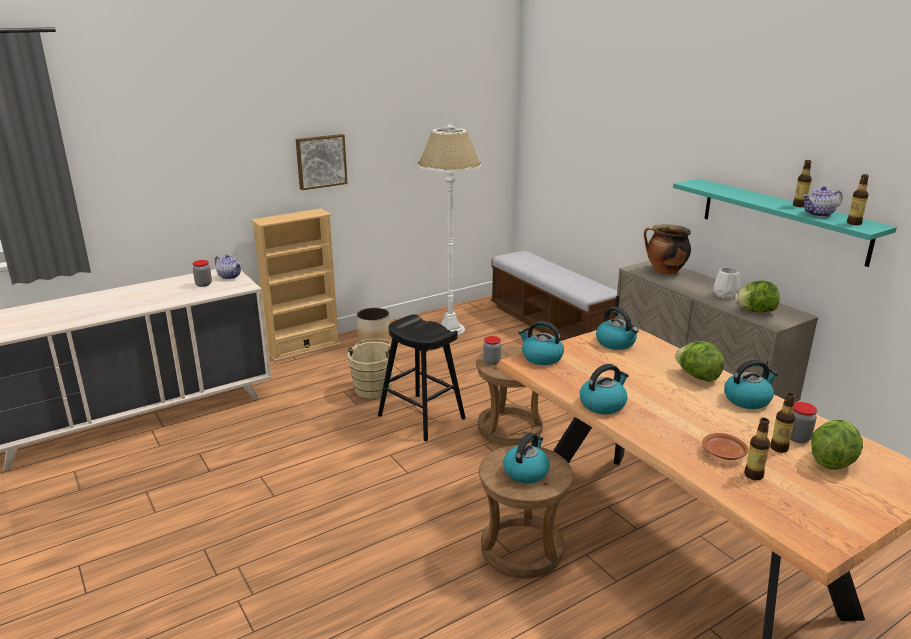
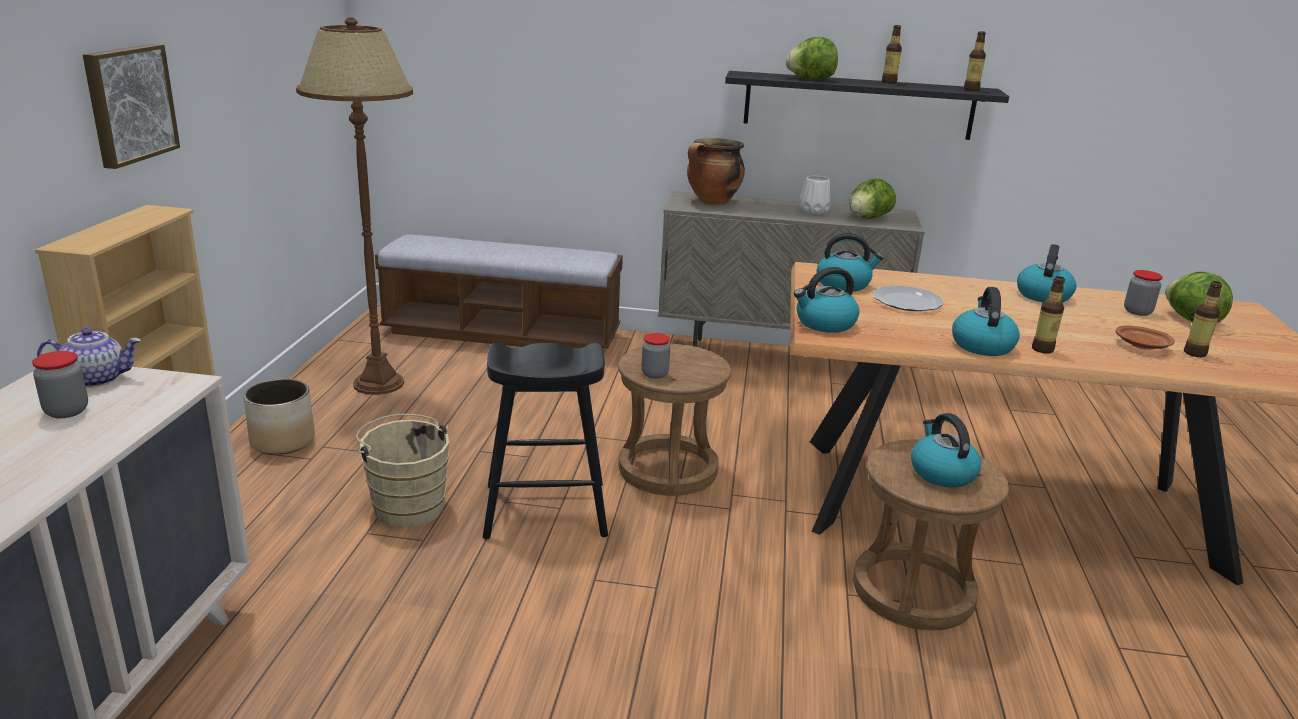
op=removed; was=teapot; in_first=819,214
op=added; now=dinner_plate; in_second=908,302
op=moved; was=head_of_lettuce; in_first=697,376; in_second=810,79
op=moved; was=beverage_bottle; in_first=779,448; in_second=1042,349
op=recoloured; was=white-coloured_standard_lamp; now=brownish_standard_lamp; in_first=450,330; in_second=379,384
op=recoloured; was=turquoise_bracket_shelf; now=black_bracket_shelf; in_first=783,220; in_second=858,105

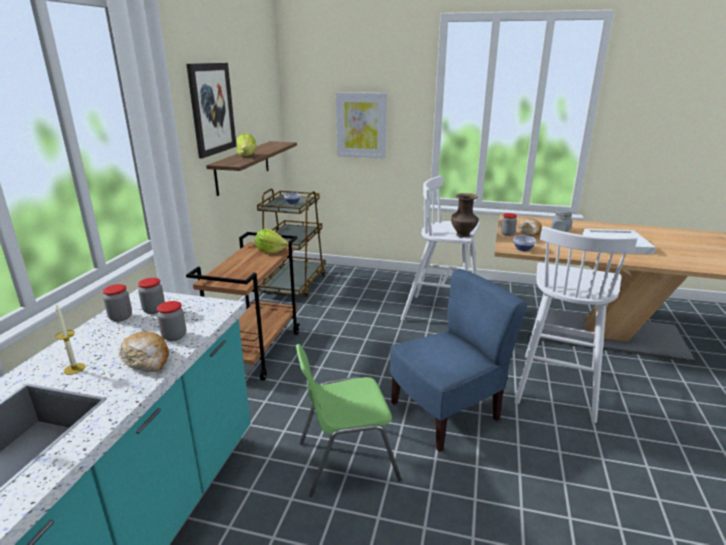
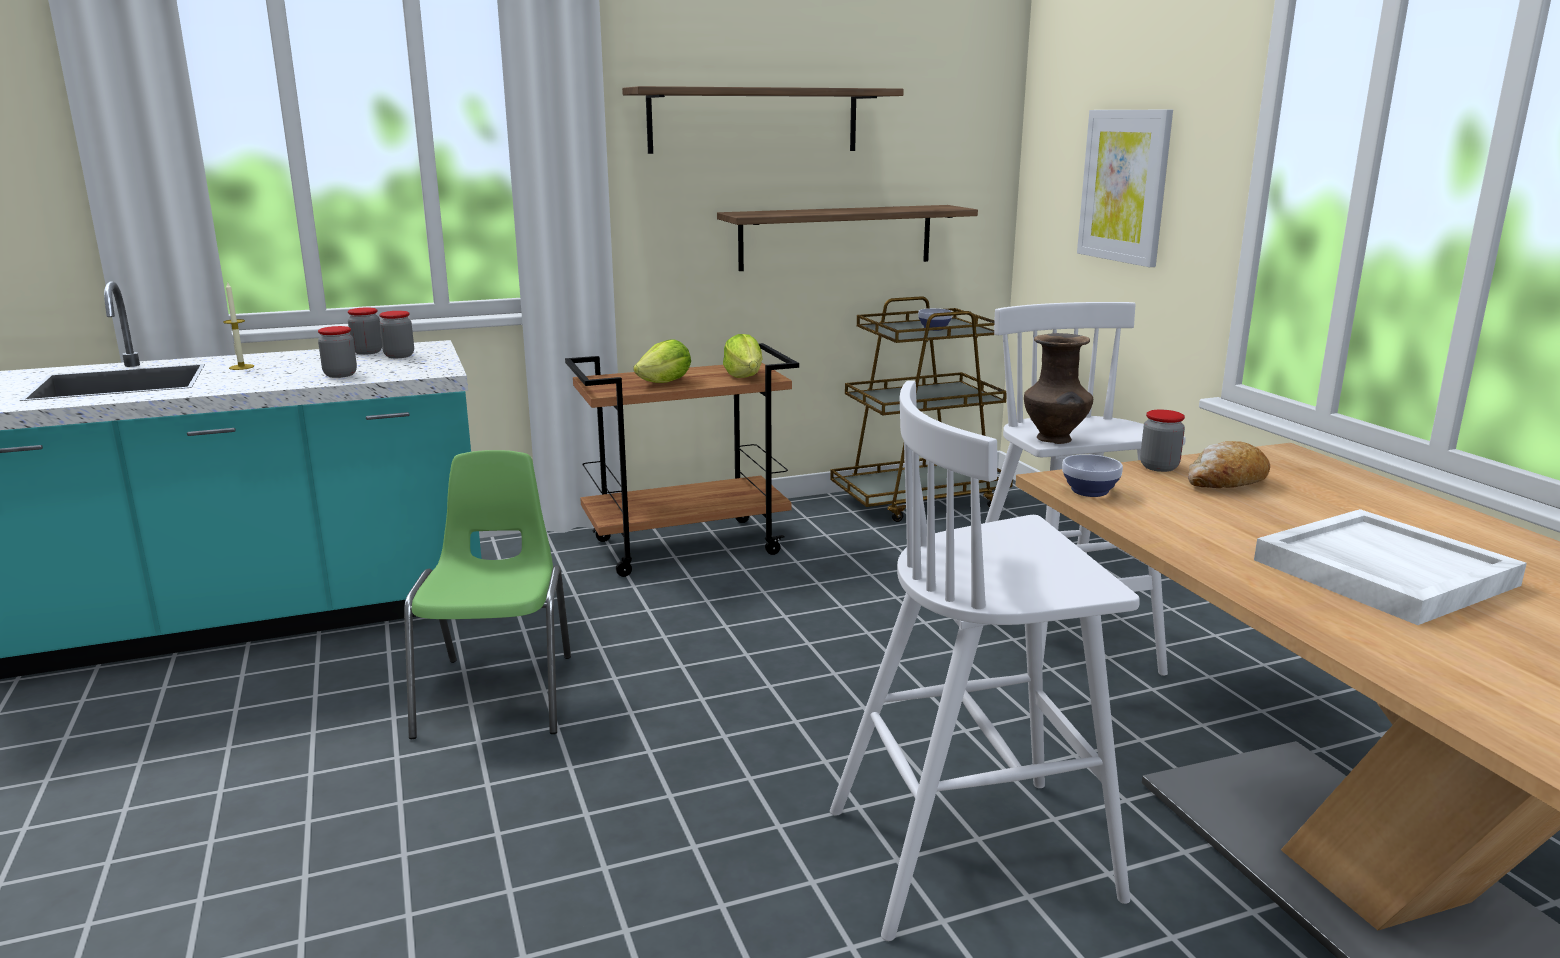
op=removed; was=baked_bread; in_first=147,359
op=removed; was=blue-coloured_plain_chair; in_first=446,413
op=removed; was=gray_preserve_jar; in_first=560,229
op=moved; was=head_of_lettuce; in_first=247,156; in_second=665,382
op=replaced; was=wall_picture; now=bracket_shelf; in_first=212,109; in_second=754,120
op=turned; was=greenish_plain_chair; in_first=346,460; in_second=500,693; clockwise=45

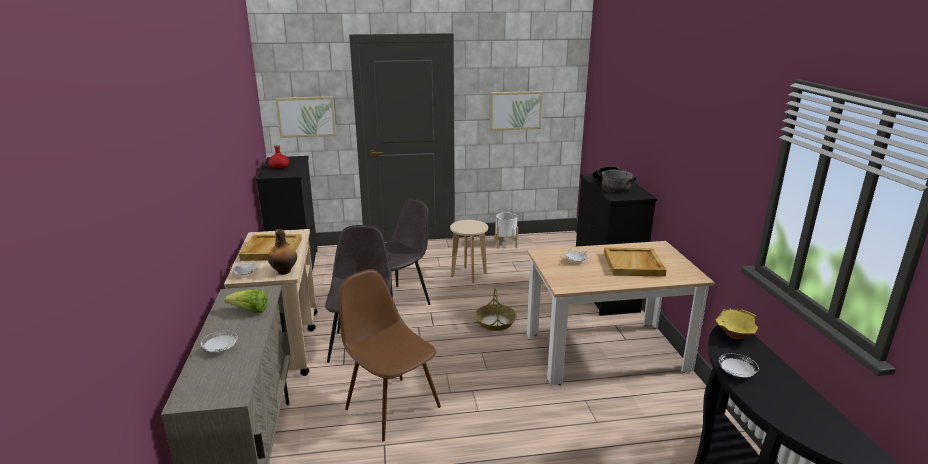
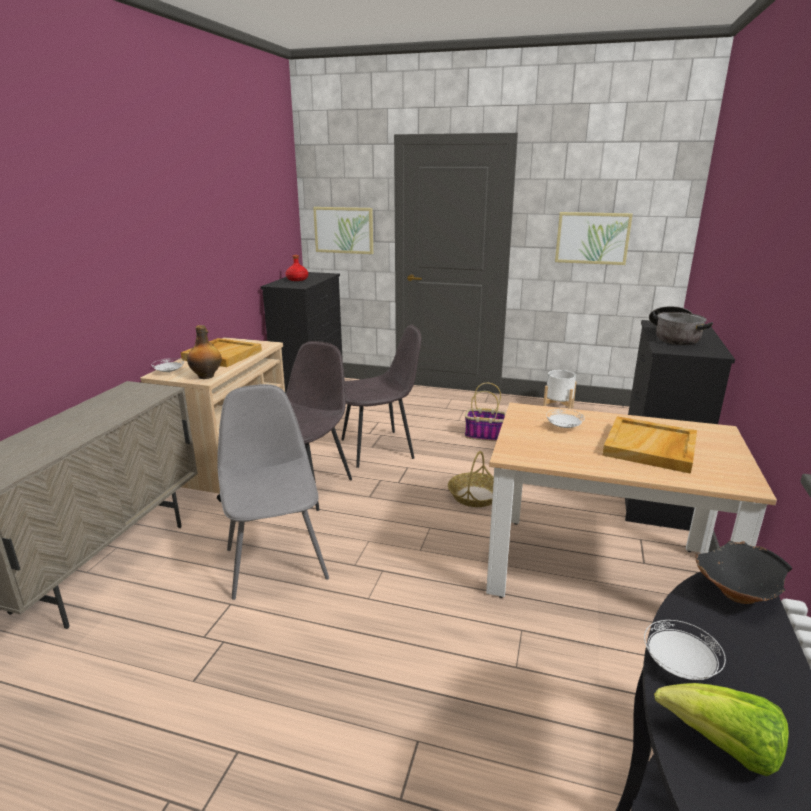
op=removed; was=white-coloured_dinner_plate; in_first=221,349
op=moved; was=head_of_lettuce; in_first=250,311; in_second=722,747
op=replaced; was=beige-coloured_stool; now=storage_basket; in_first=469,275; in_second=485,435
op=recoloured; was=brownish_plain_chair; now=gray_plain_chair; in_first=391,406; in_second=276,561
op=recoloured; was=yellow_bowl; now=black_bowl; in_first=733,334; in_second=735,591

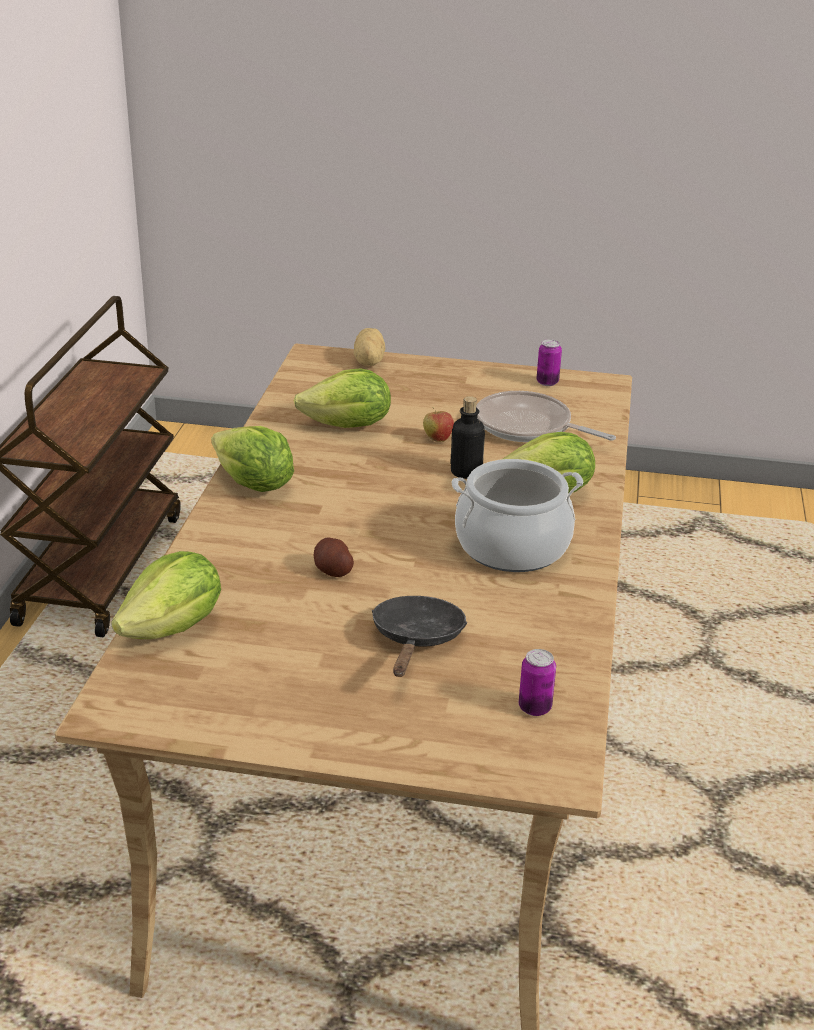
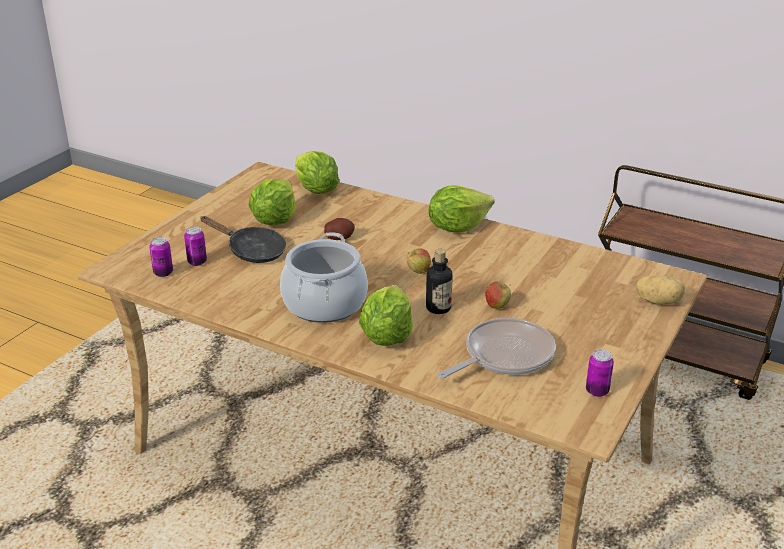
op=added; now=sealed_can; in_second=197,262
op=added; now=whole_apple; in_second=418,272
op=moved; was=head_of_lettuce; in_first=348,426; in_second=274,219

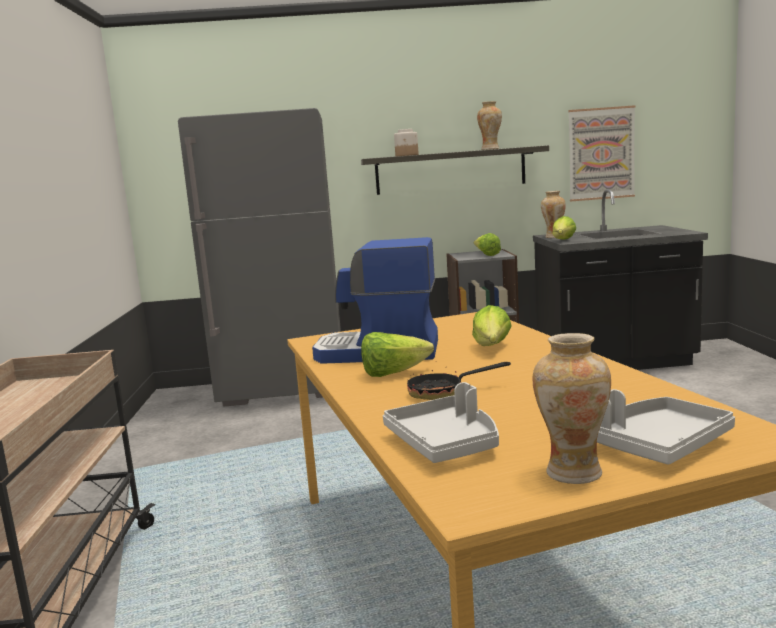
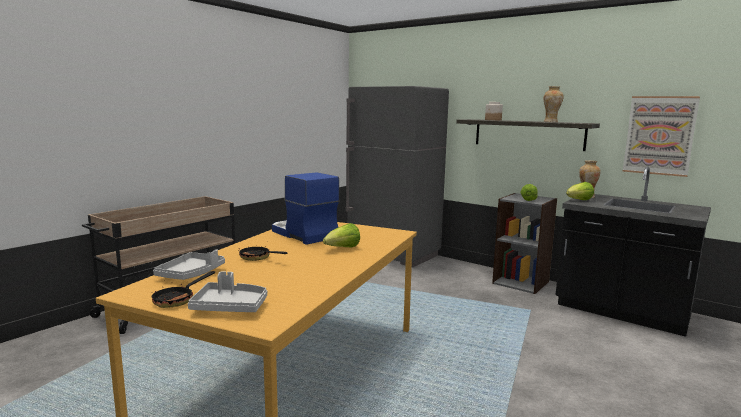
op=removed; was=head_of_lettuce; in_first=393,374
op=replaced; was=vase; now=frying_pan; in_first=573,472; in_second=179,299

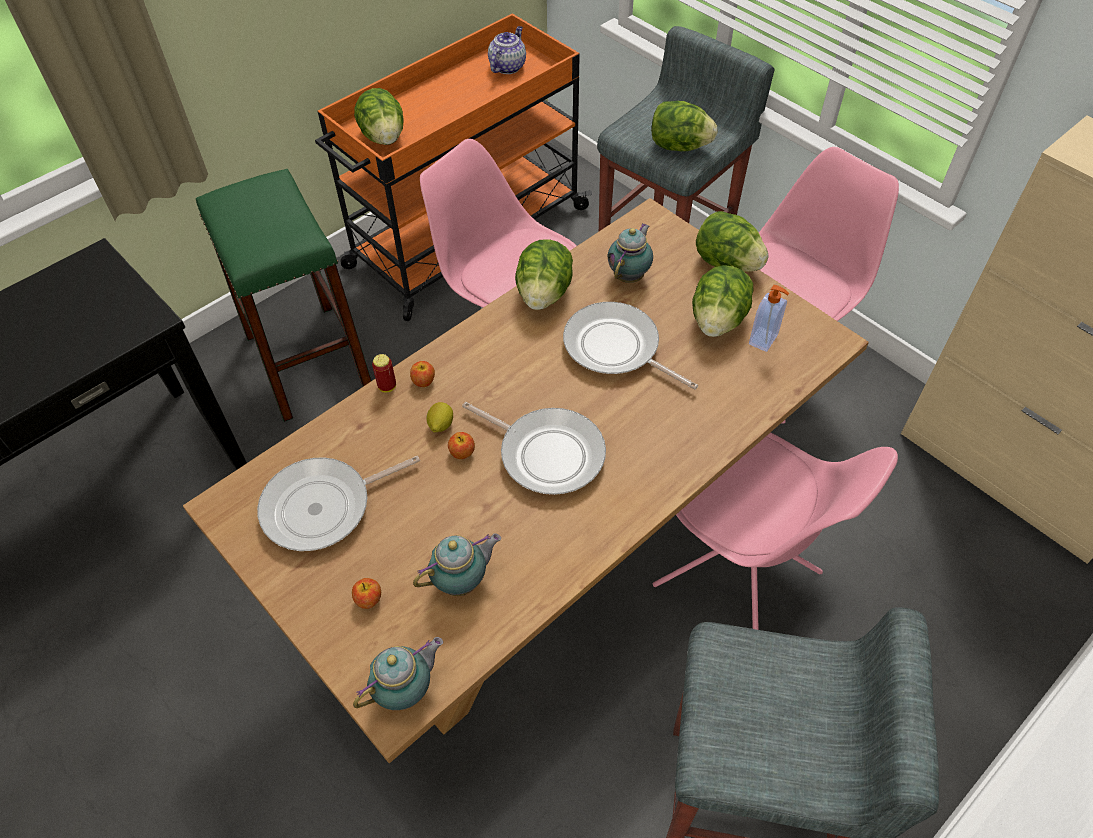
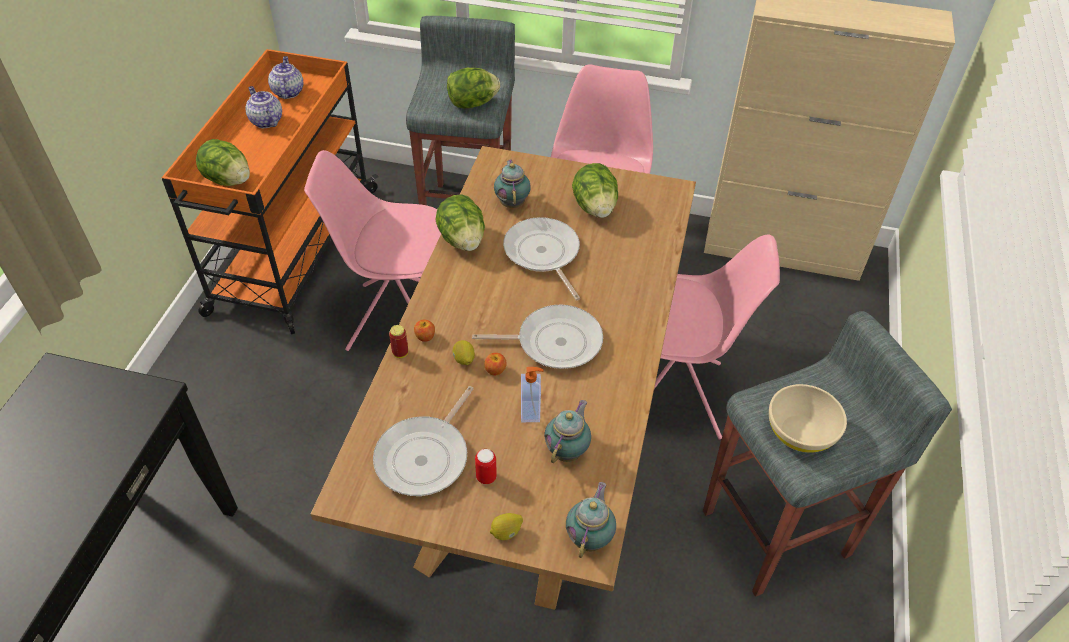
op=removed; was=greenish_stool; in_first=308,360
op=removed; was=whole_apple; in_first=369,599
op=removed; was=head_of_lettuce; in_first=727,263
op=added; now=teapot; in_second=266,121
op=added; now=sealed_can; in_second=486,477
op=added; now=citrus_fruit; in_second=506,532
op=added; now=beige-coloured_bowl; in_second=800,432
op=moved; was=liquid_soap_bottle; in_first=764,340; in_second=531,412
op=turned; was=frying_pan; in_first=616,348; in_second=543,254; clockwise=60

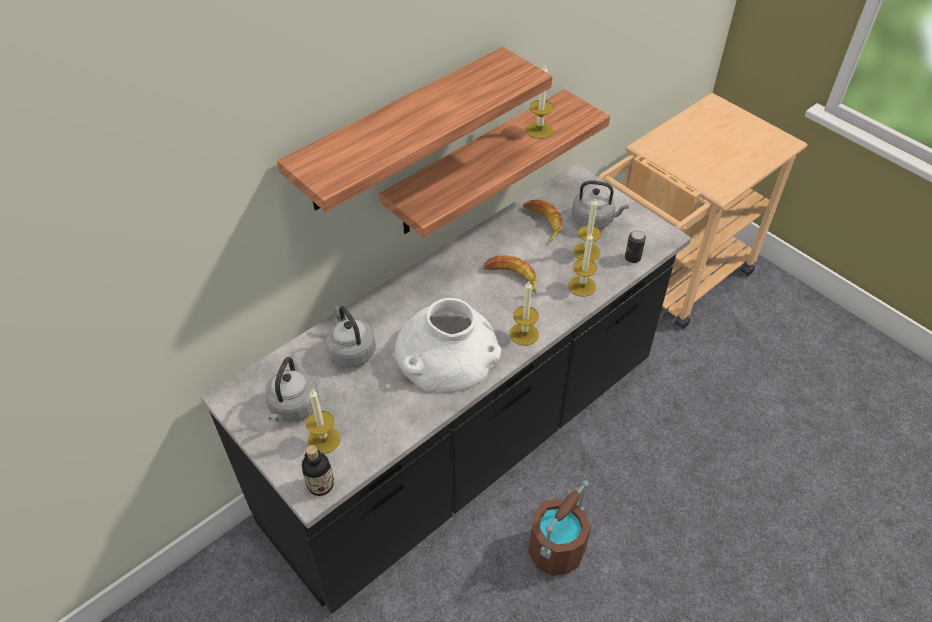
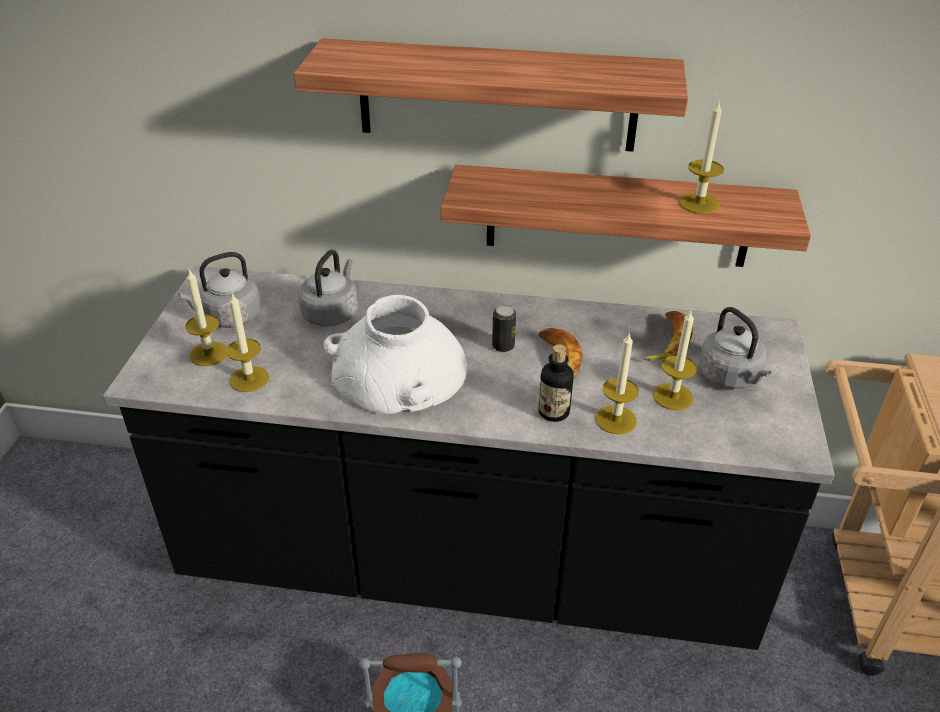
op=moved; was=beverage_bottle; in_first=320,485; in_second=553,412
op=moved; was=wax_candle; in_first=524,334; in_second=249,379
op=moved; was=sealed_can; in_first=632,258; in_second=503,346

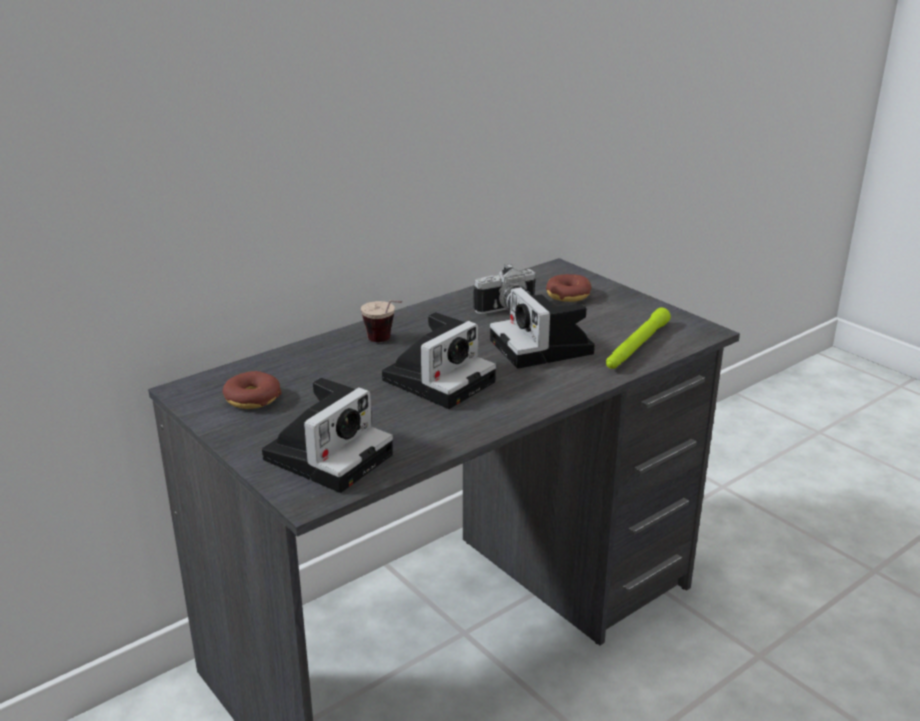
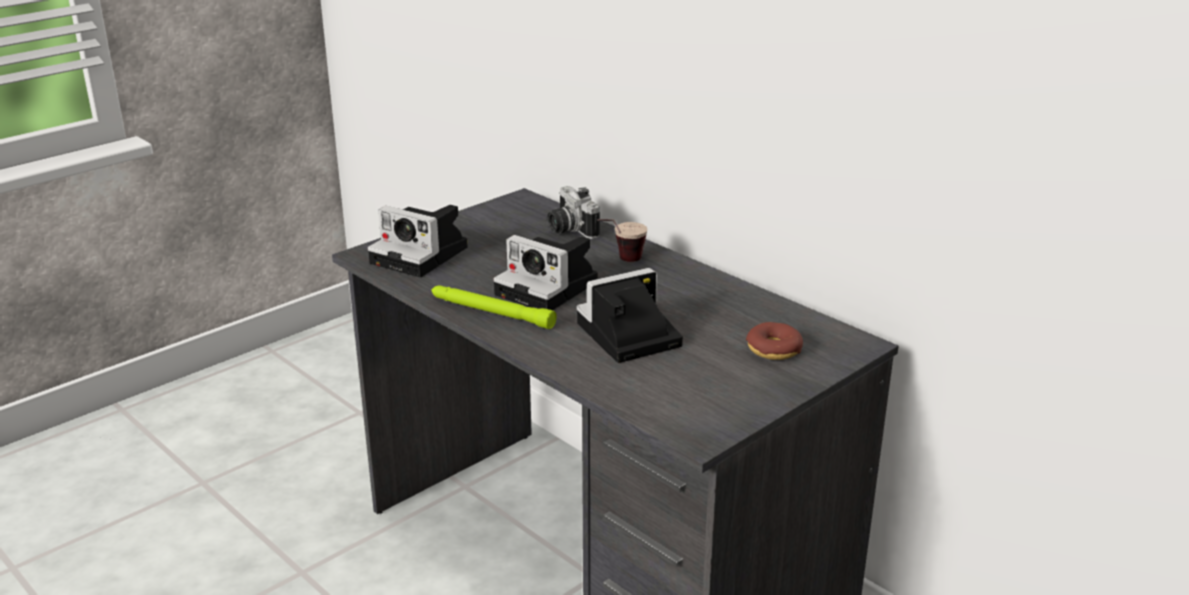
op=removed; was=donut; in_first=252,399
op=moved; was=photo_camera; in_first=510,311; in_second=568,229
op=moved; was=greenish_torch; in_first=636,347; in_second=491,312

